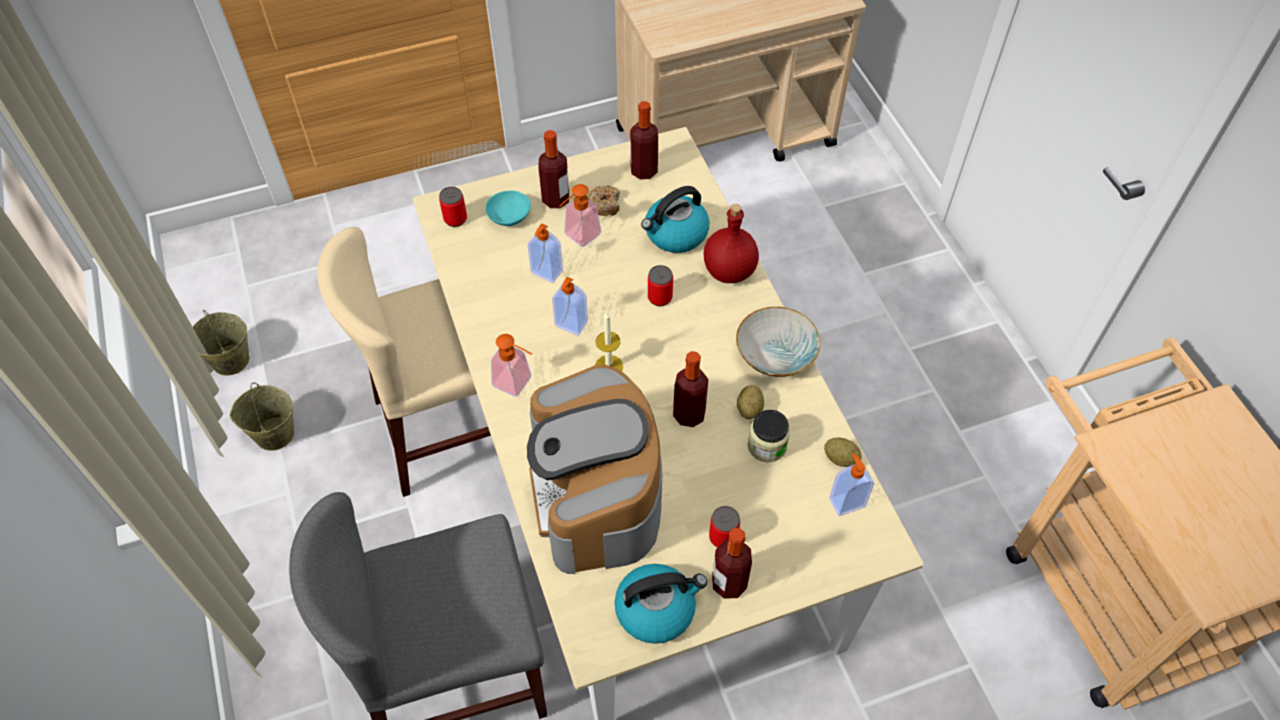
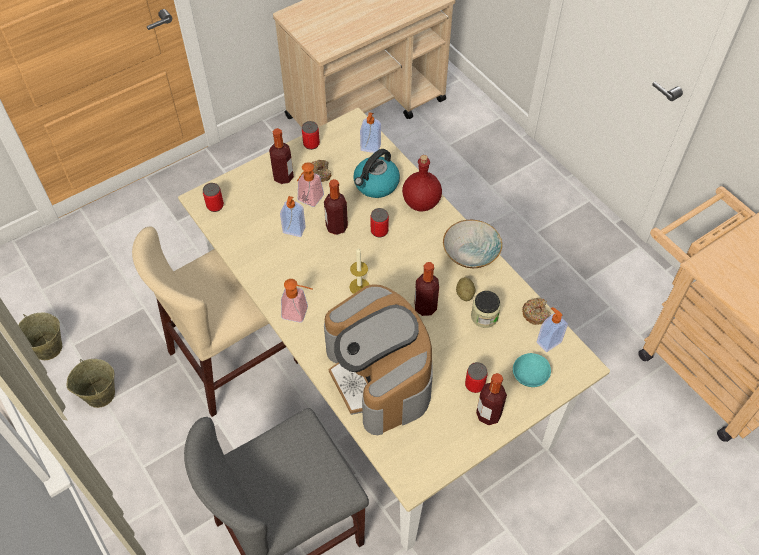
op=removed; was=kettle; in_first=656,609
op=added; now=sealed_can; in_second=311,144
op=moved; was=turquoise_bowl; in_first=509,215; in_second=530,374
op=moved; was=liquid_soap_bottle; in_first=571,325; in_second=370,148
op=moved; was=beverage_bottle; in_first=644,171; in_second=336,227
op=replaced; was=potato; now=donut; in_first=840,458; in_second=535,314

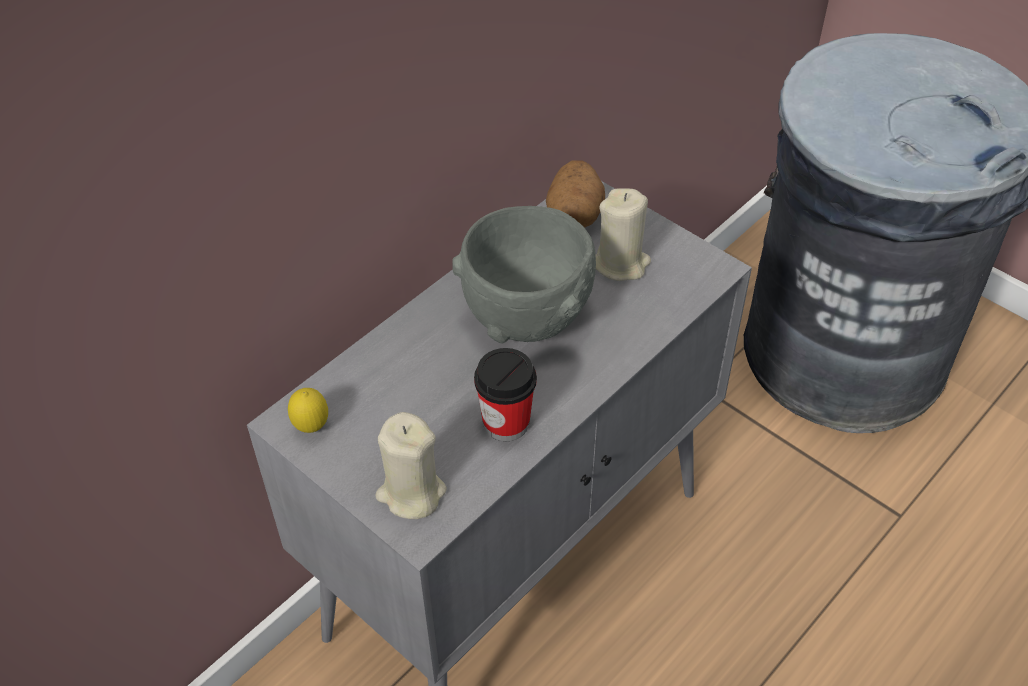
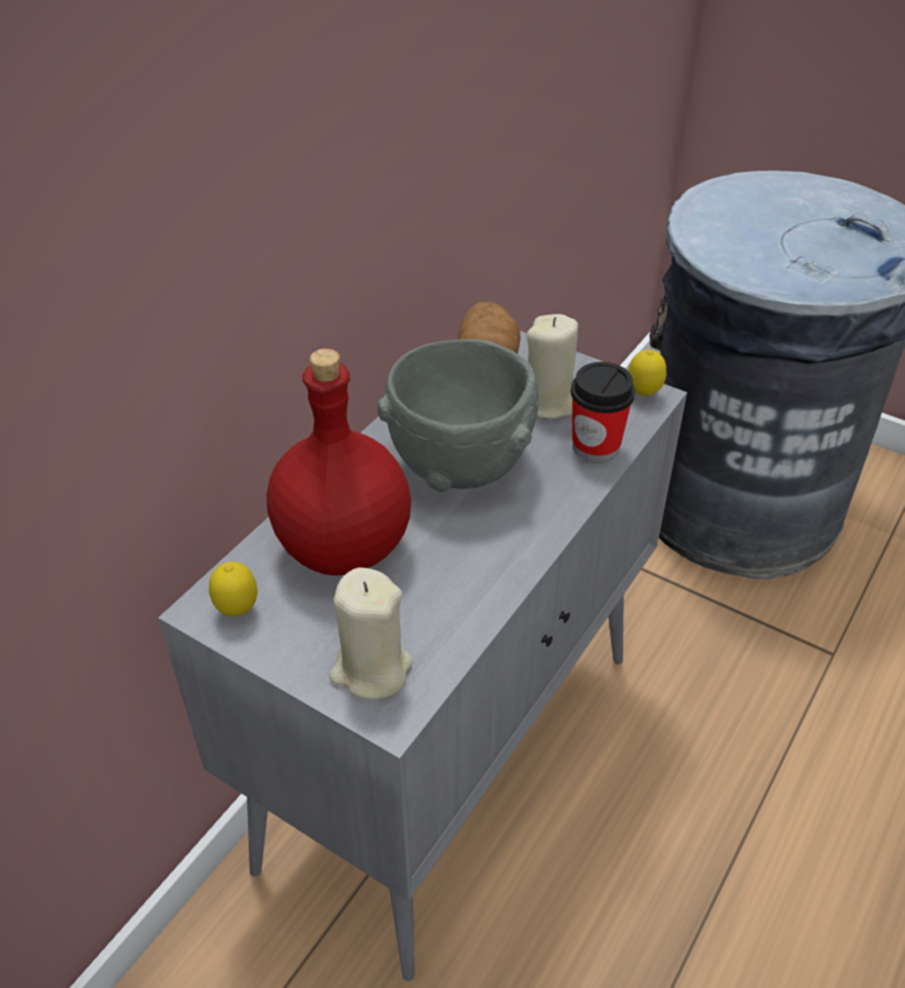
op=added; now=red_beverage_bottle; in_second=344,549
op=added; now=citrus_fruit; in_second=643,395
op=moved; was=cup; in_first=506,422; in_second=595,447

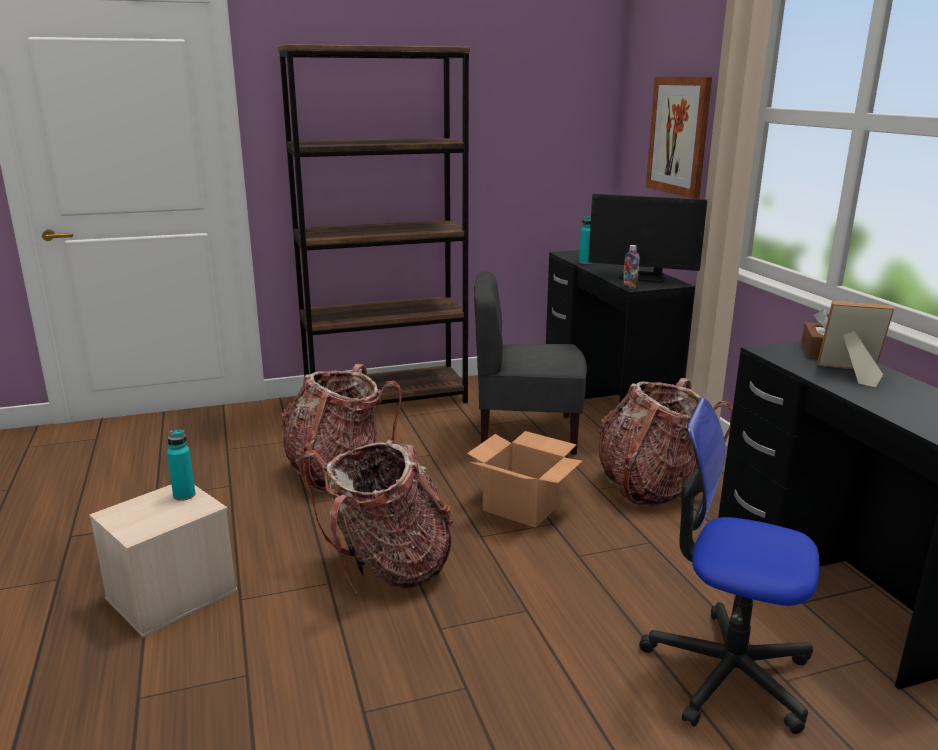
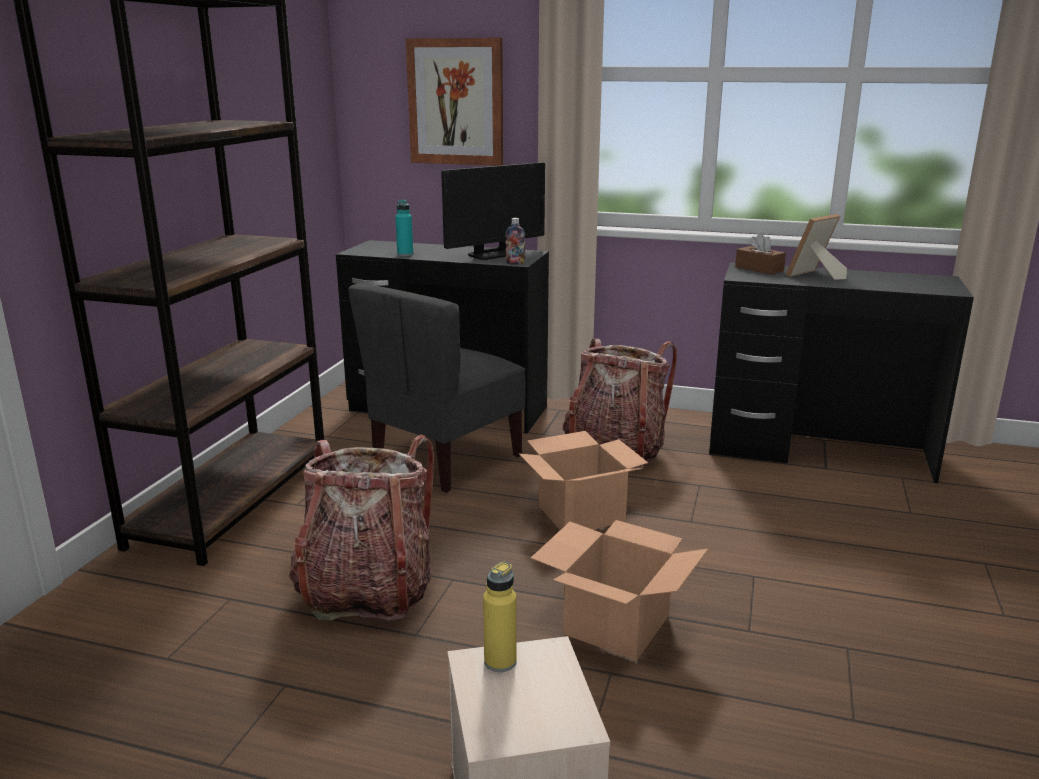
op=removed; was=desk_chair; in_first=727,672
op=replaced; was=rucksack; now=packing_box; in_first=387,568; in_second=617,626
op=recoloured; was=turquoise_beverage_bottle; now=yellow_beverage_bottle; in_first=184,495; in_second=500,662

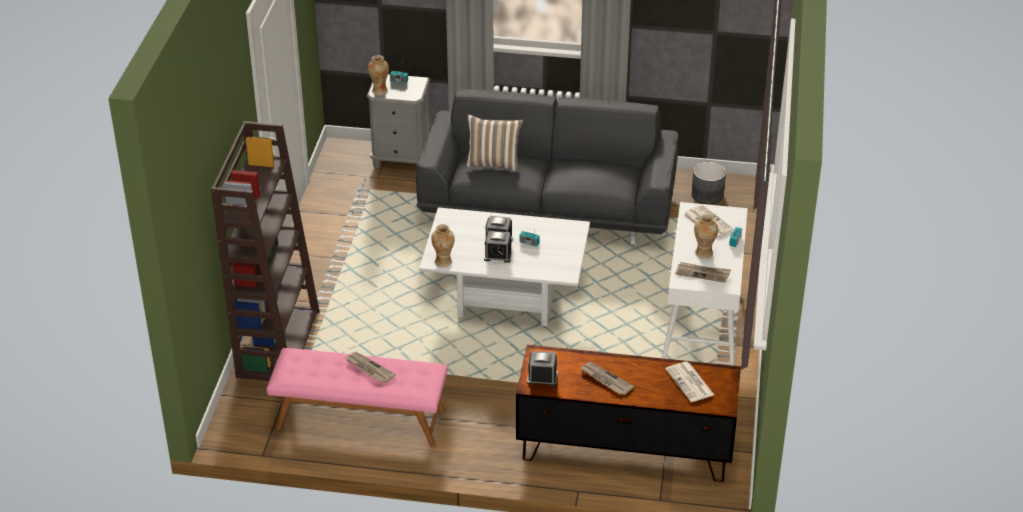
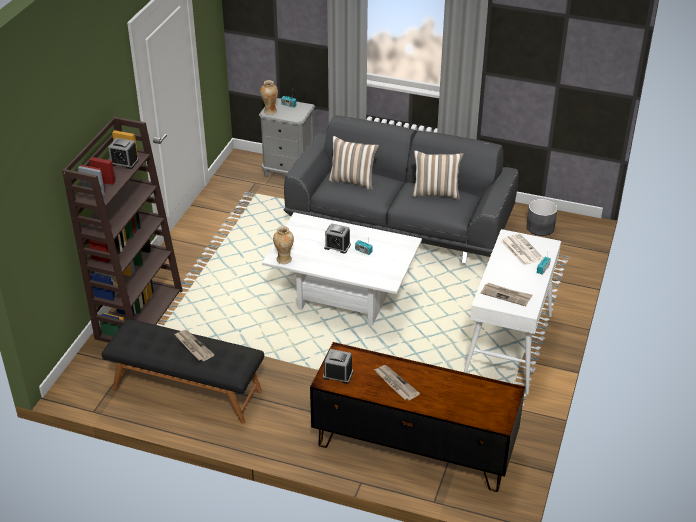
op=removed; was=newspaper; in_first=690,382
op=removed; was=vase; in_first=704,253
op=added; now=throw_pillow; in_second=436,192
op=moved; was=alarm_clock; in_first=498,255; in_second=124,162
op=recoloured; was=pink-coloured_bench; now=black_bench; in_first=360,420; in_second=186,391

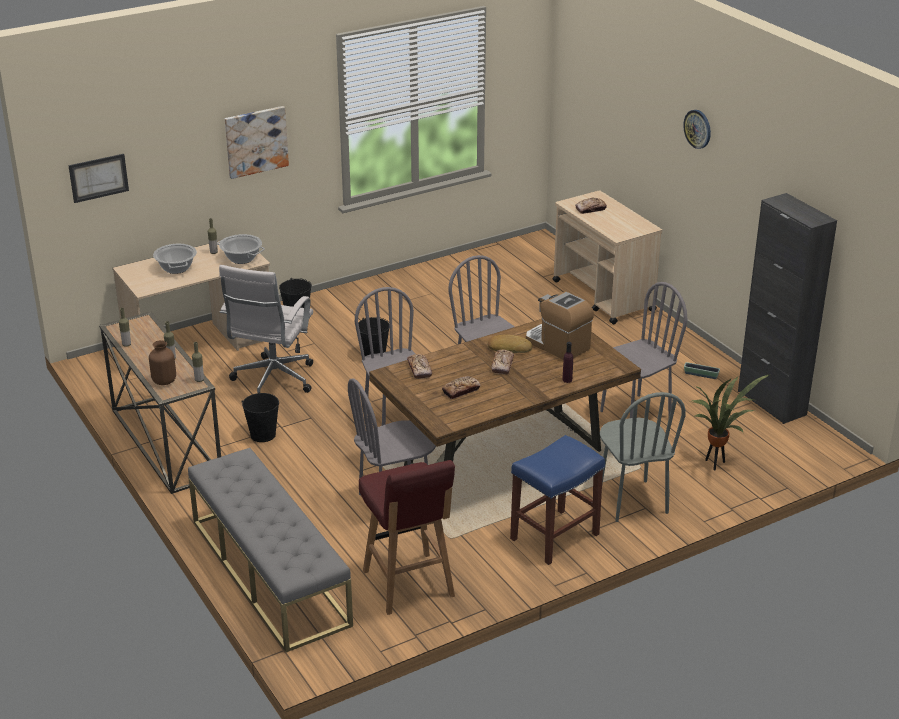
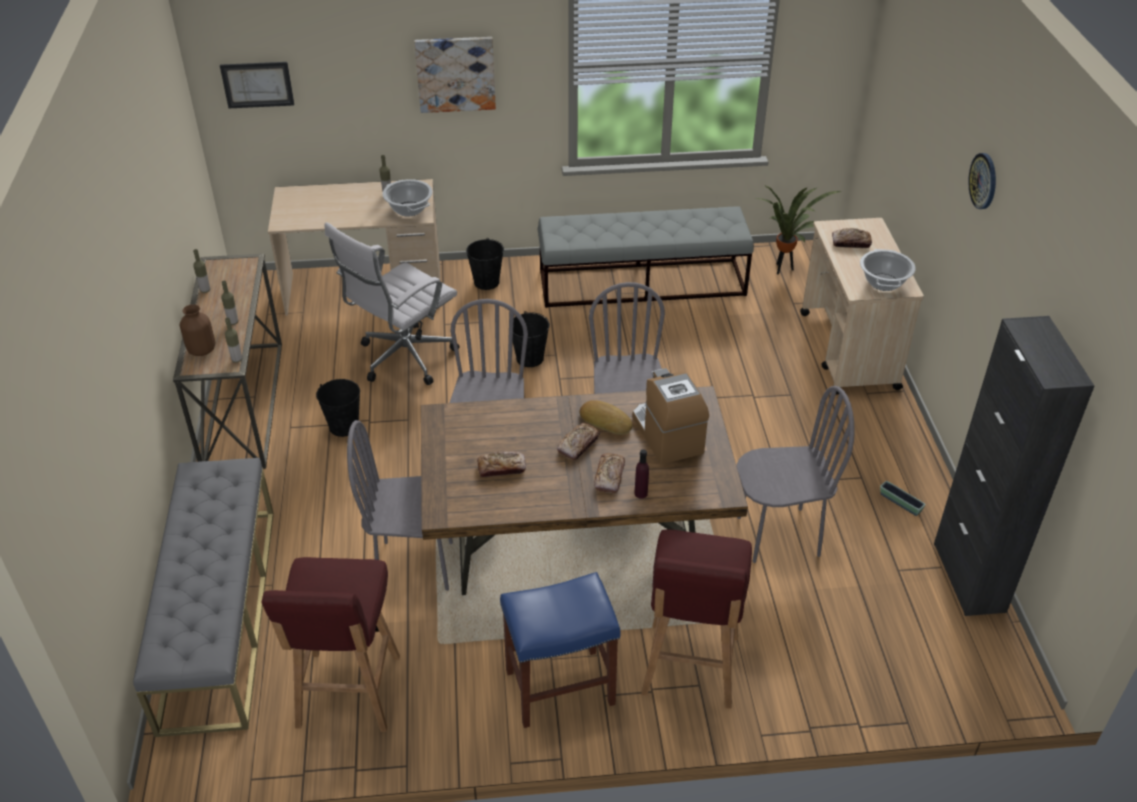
op=added; now=gray_bench; in_second=642,283
op=moved; was=saucepot; in_first=176,268; in_second=884,282
op=moved; was=baked_bread; in_first=419,370; in_second=609,477
op=moved; was=plant_in_a_pot; in_first=716,464; in_second=783,269
op=replaced; was=gray_plain_chair; now=red_stool; in_first=632,501; in_second=689,667

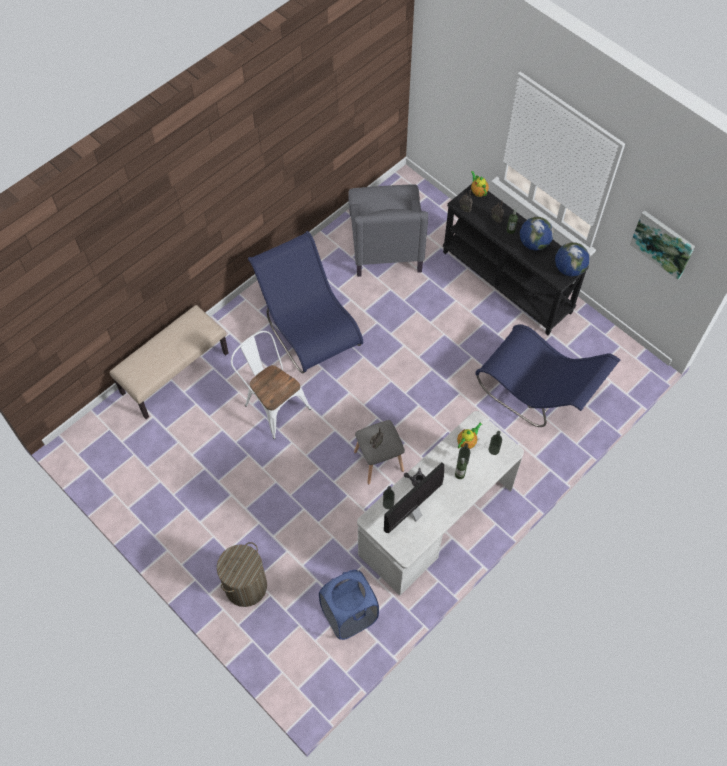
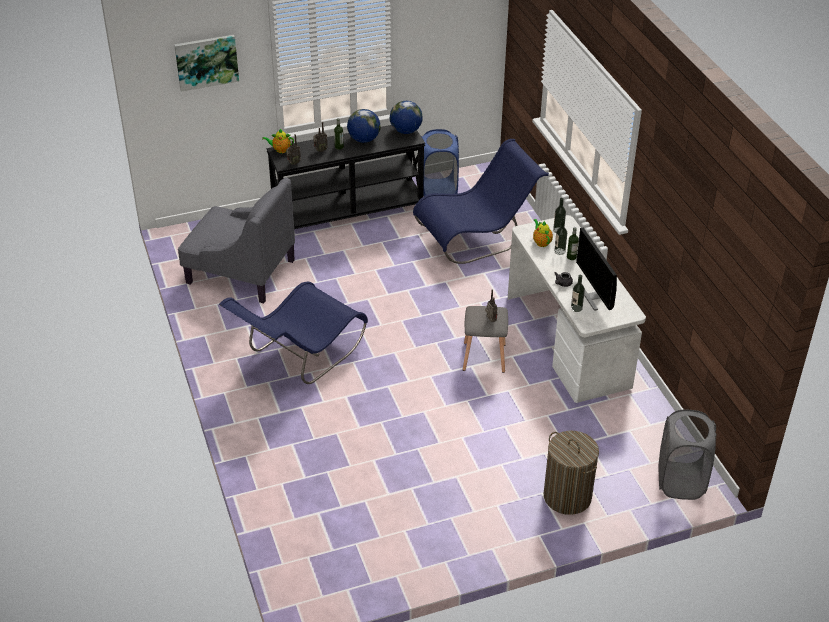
op=removed; was=beige-coloured_bench; in_first=175,372
op=removed; was=white-coloured_plain_chair; in_first=273,404
op=added; now=gray_washing_basket; in_second=680,481
op=moved; was=blue-coloured_washing_basket; in_first=349,615; in_second=438,190
op=moved; was=wall_picture; in_first=663,243; in_second=206,62
op=turned; was=blue-coloured_plain_chair; in_first=308,329; in_second=299,357; clockwise=-45

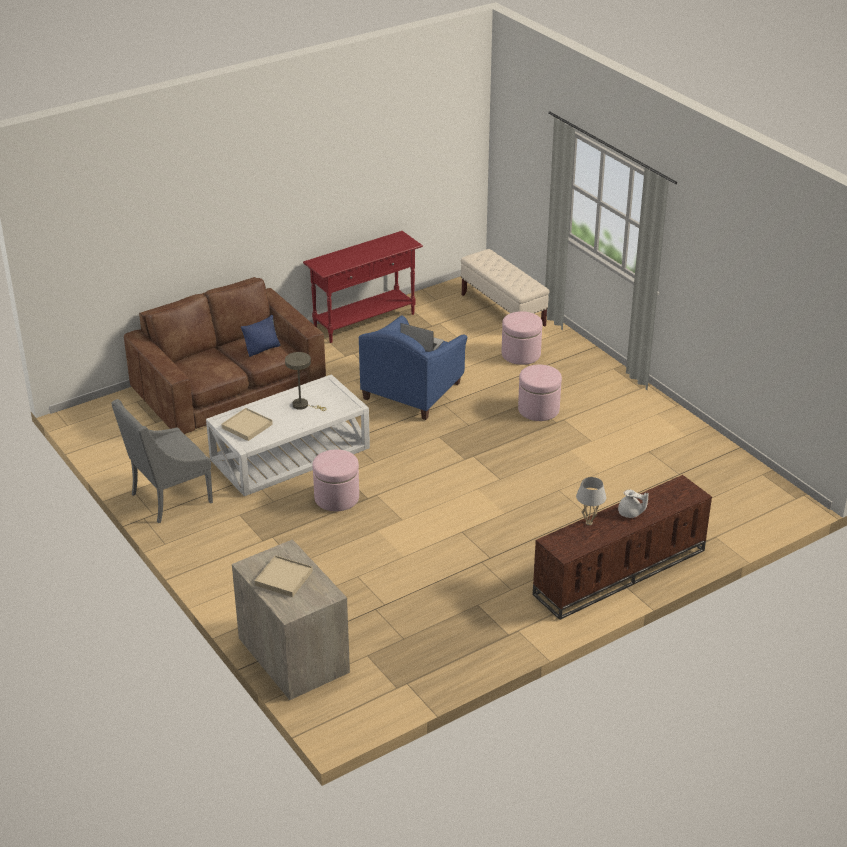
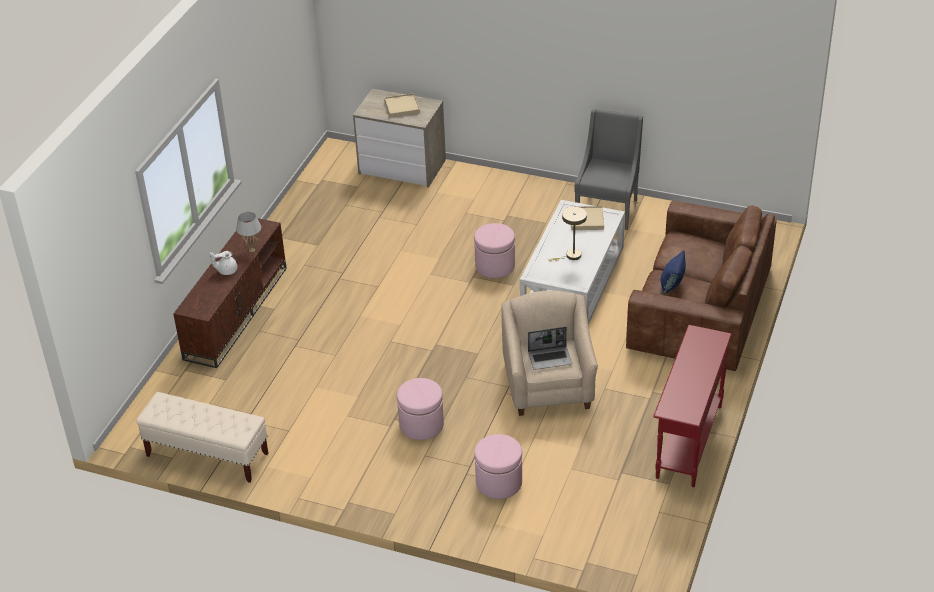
op=moved; was=beige-coloured_bench; in_first=503,310; in_second=207,455
op=recoloured; was=blue-coloured_lounge_chair; now=beige-coloured_lounge_chair; in_first=413,391; in_second=549,385

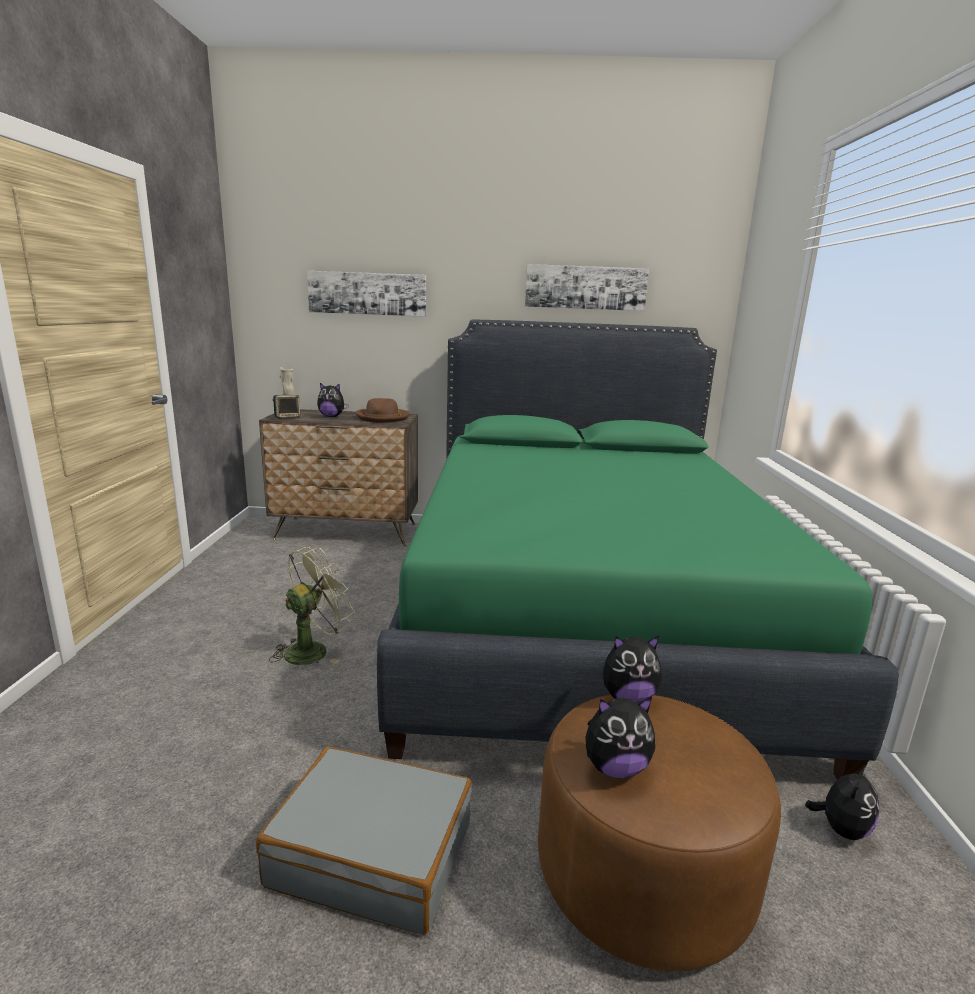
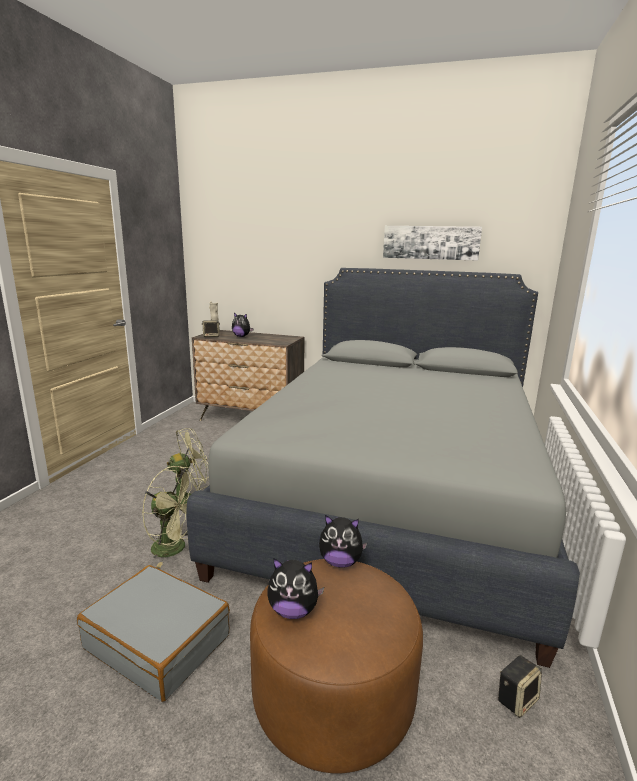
op=removed; was=wall_picture; in_first=367,293
op=removed; was=brownish_wearable_hat; in_first=383,418
op=added; now=greenish_electric_fan; in_second=176,548
op=replaced; was=cuddly_toy; now=speaker; in_first=841,829; in_second=516,699
op=recoloured; was=greenish_bed; now=gray_bed; in_first=583,612; in_second=393,496

